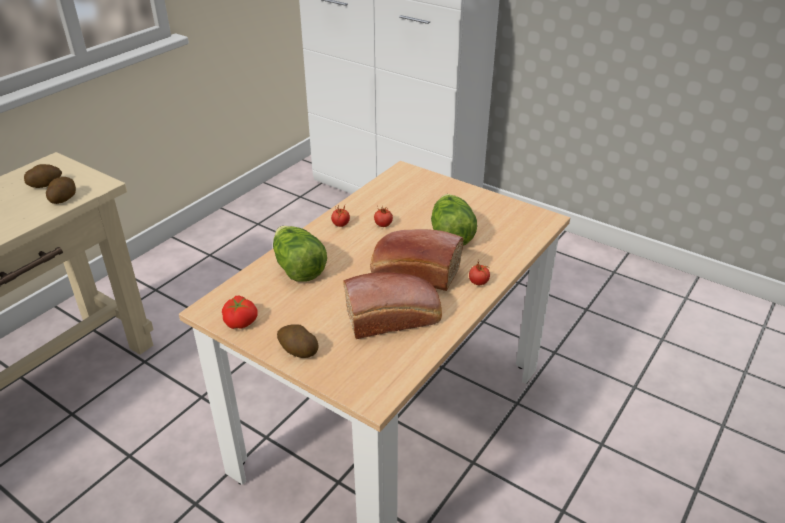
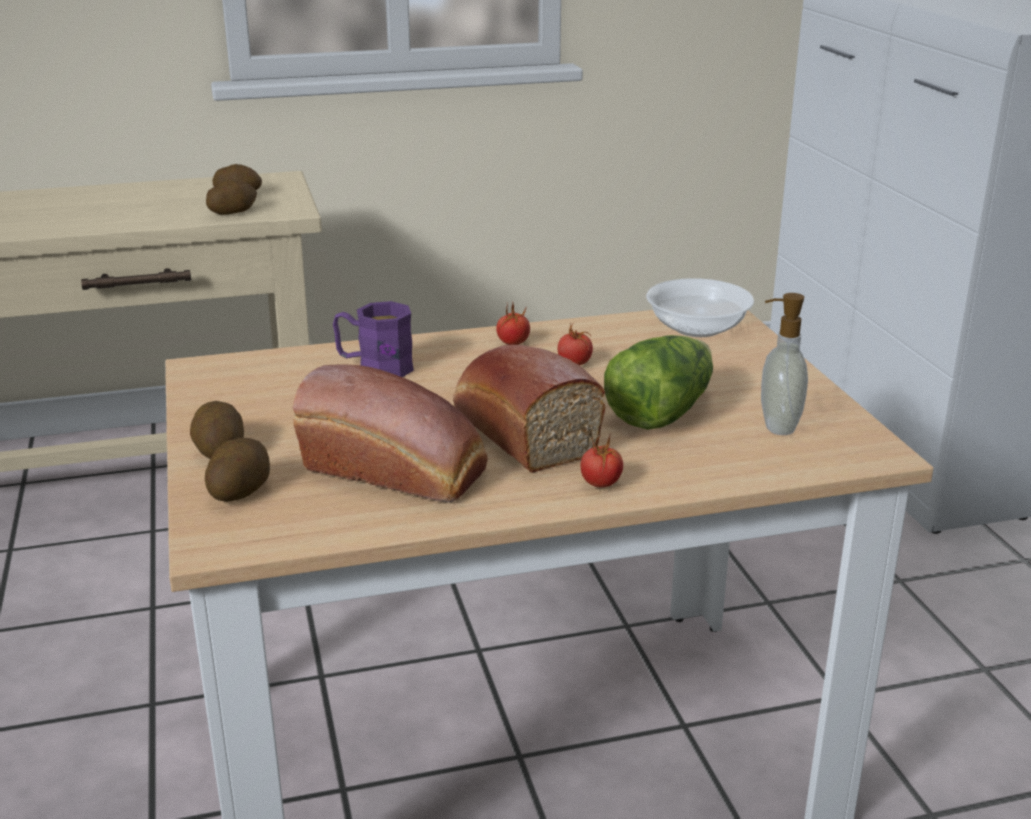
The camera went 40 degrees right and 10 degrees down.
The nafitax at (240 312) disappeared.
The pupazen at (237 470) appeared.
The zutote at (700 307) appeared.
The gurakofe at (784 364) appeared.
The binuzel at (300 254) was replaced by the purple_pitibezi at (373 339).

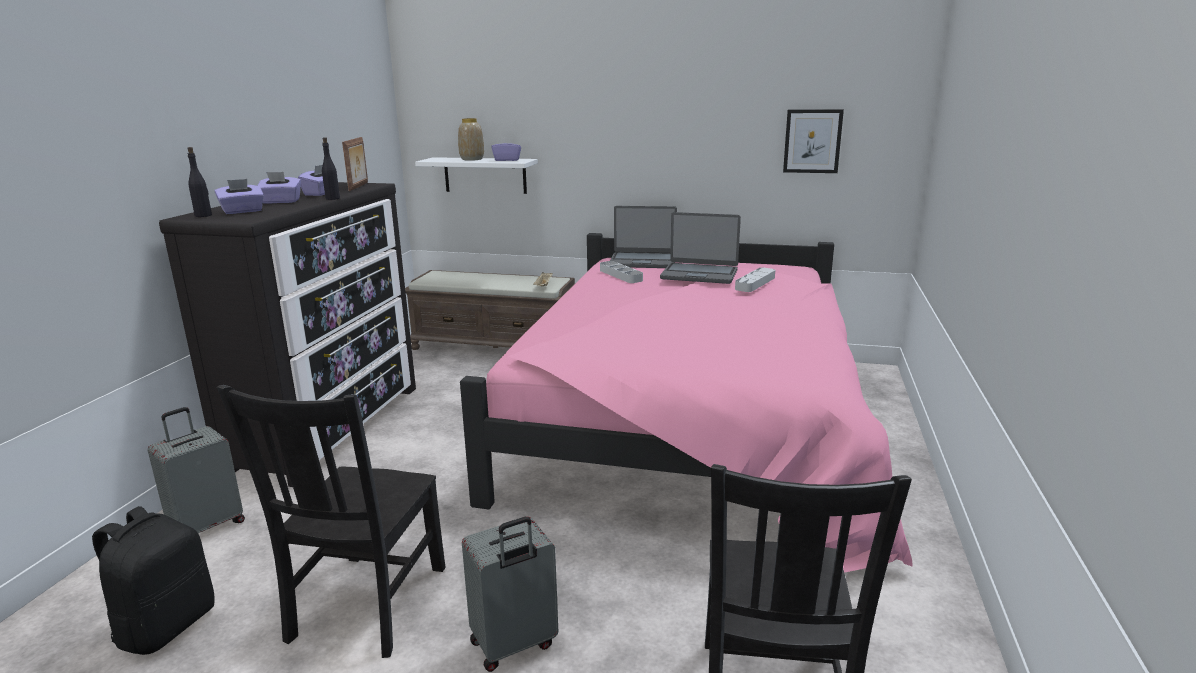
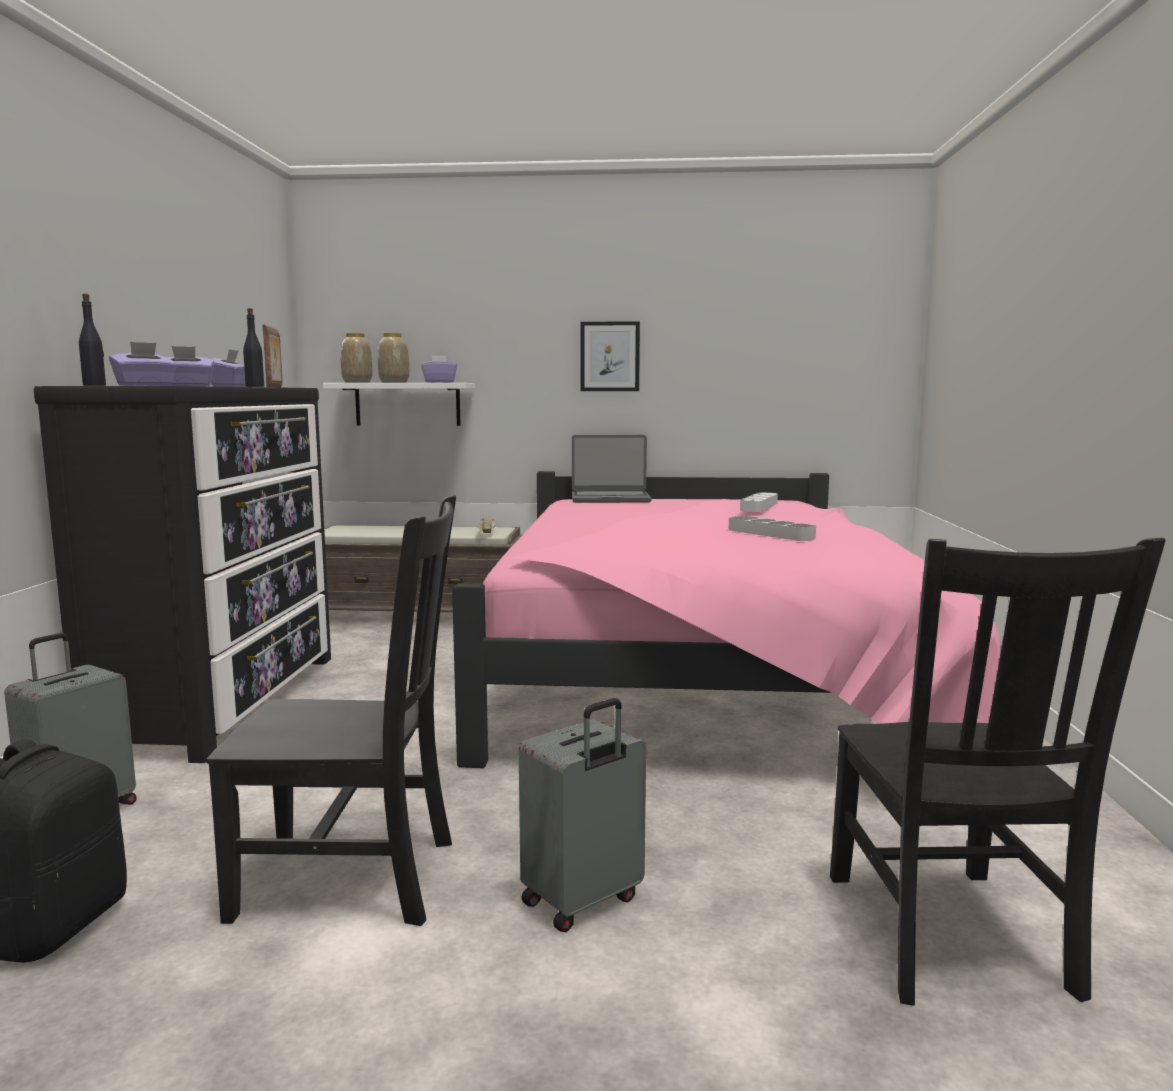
The camera went 10 degrees left and 10 degrees down.
The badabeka at (700 248) disappeared.
The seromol at (357 358) appeared.
The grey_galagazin moved from (621 272) to (772 528).
The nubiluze moved from (813 141) to (610 356).
The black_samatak at (331 521) turned 90 degrees counterclockwise.

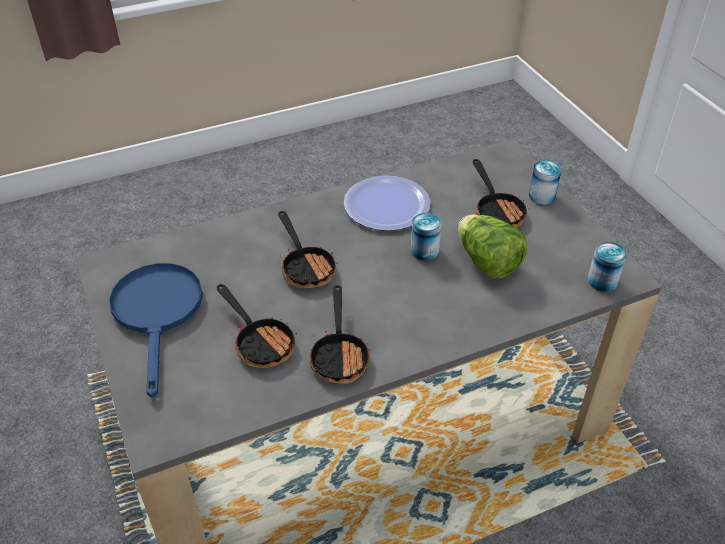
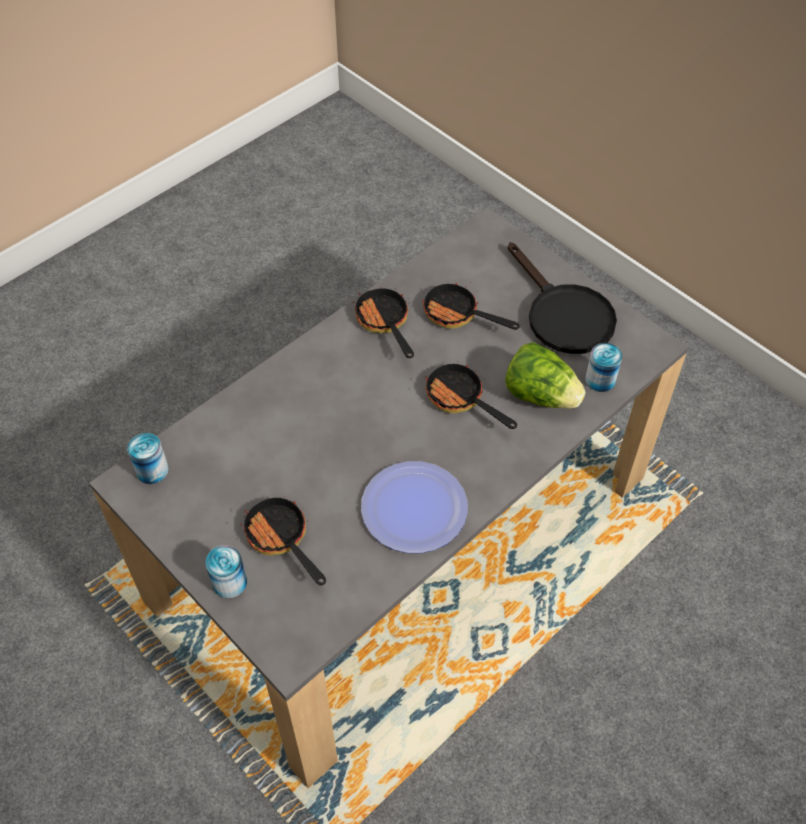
The camera went 160 degrees right and 10 degrees up.
The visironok moved from (426 237) to (603 367).
The binuzel moved from (492 246) to (545 375).
The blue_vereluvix at (156 330) became the black_vereluvix at (562 298).

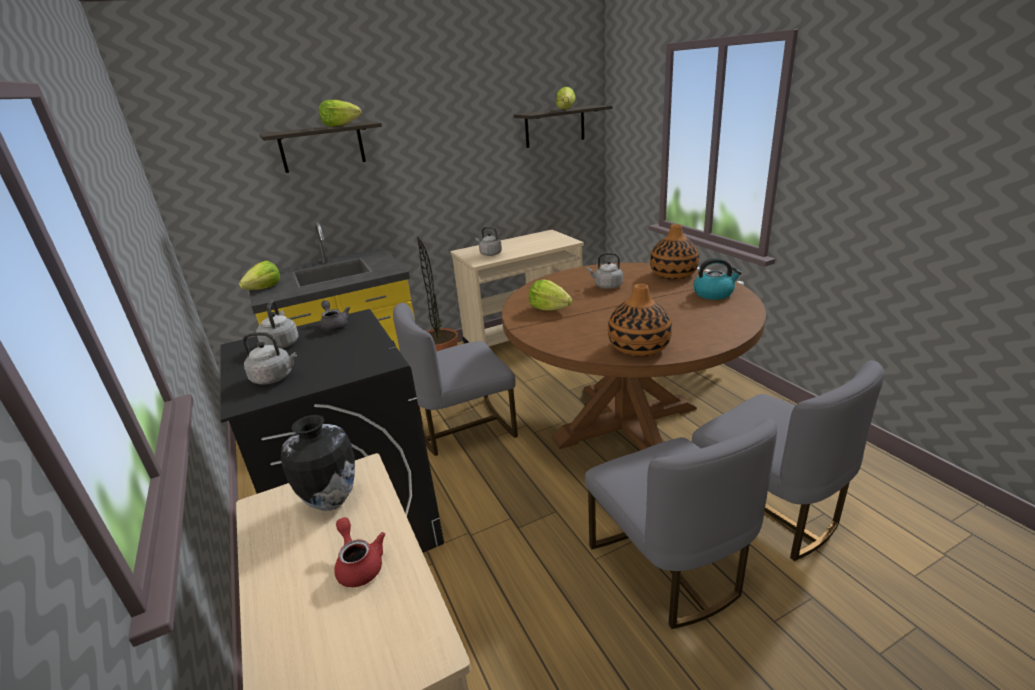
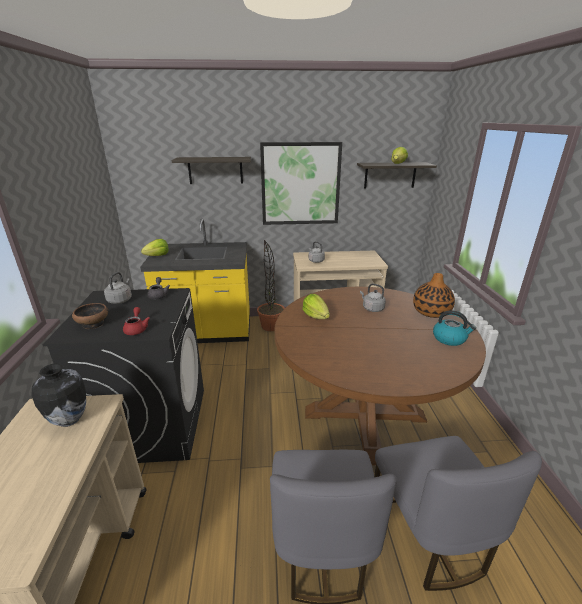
The camera went 20 degrees right and 0 degrees up.
The binuzel at (340 113) disappeared.
The grey_samatak at (455 379) disappeared.
The seromol at (640 320) disappeared.
The nubiluze at (301 183) appeared.
The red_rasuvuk moved from (359 552) to (136 321).
The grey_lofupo at (270 358) was replaced by the zutote at (90 316).

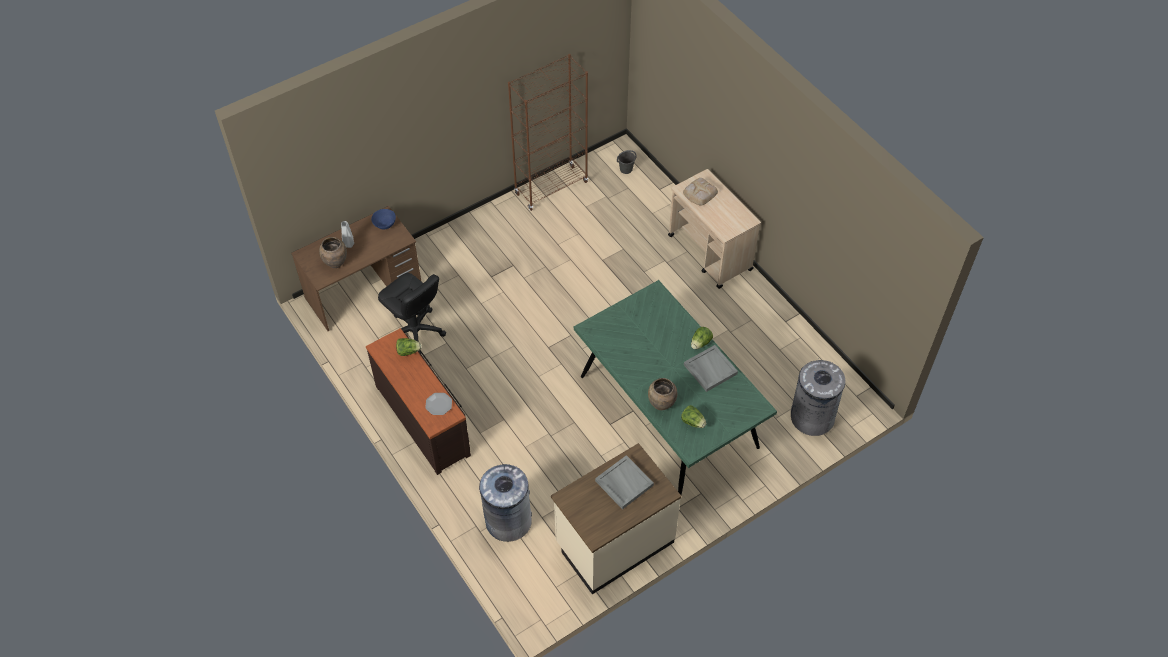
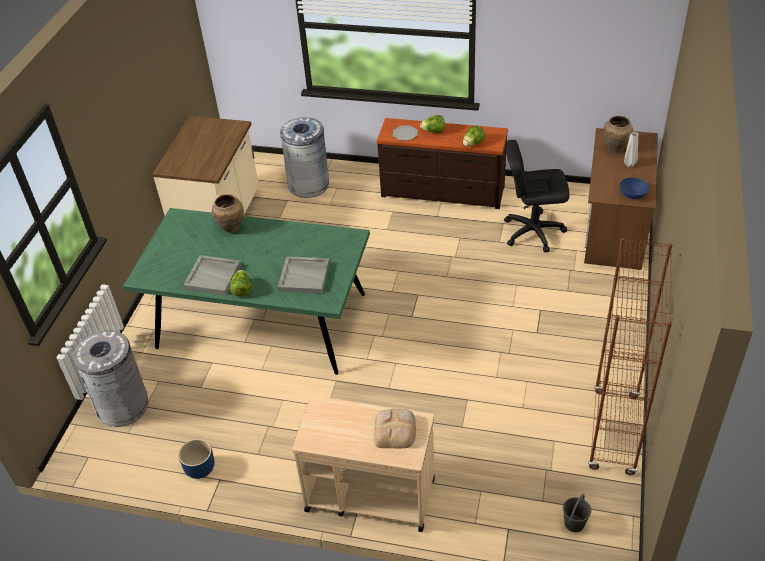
The camera went 140 degrees right and 10 degrees down.
The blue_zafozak at (196 459) appeared.
The grey_galagazin moved from (624 482) to (304 275).
The binuzel moved from (693 416) to (432 124).

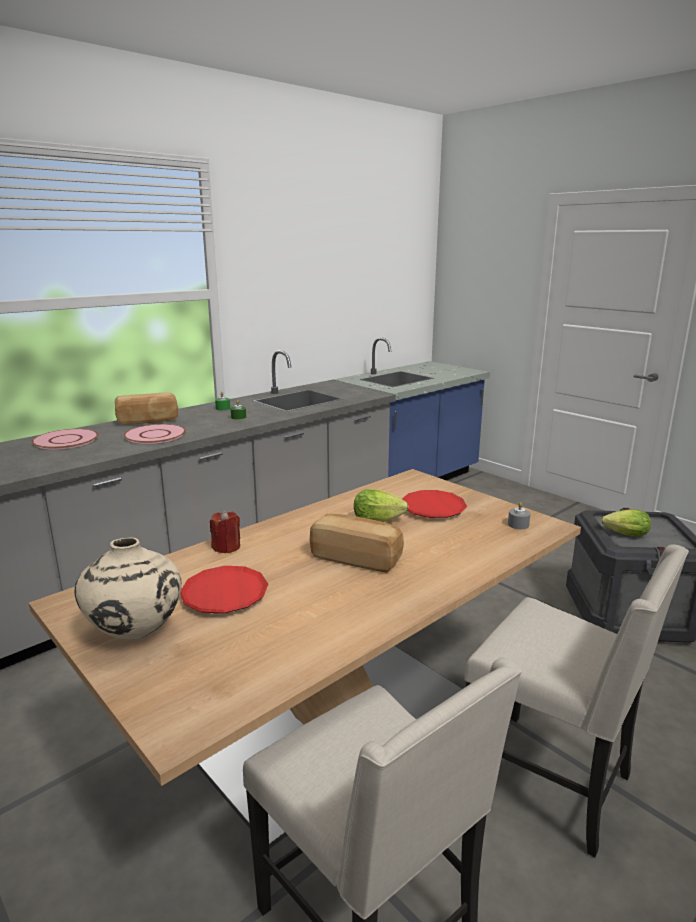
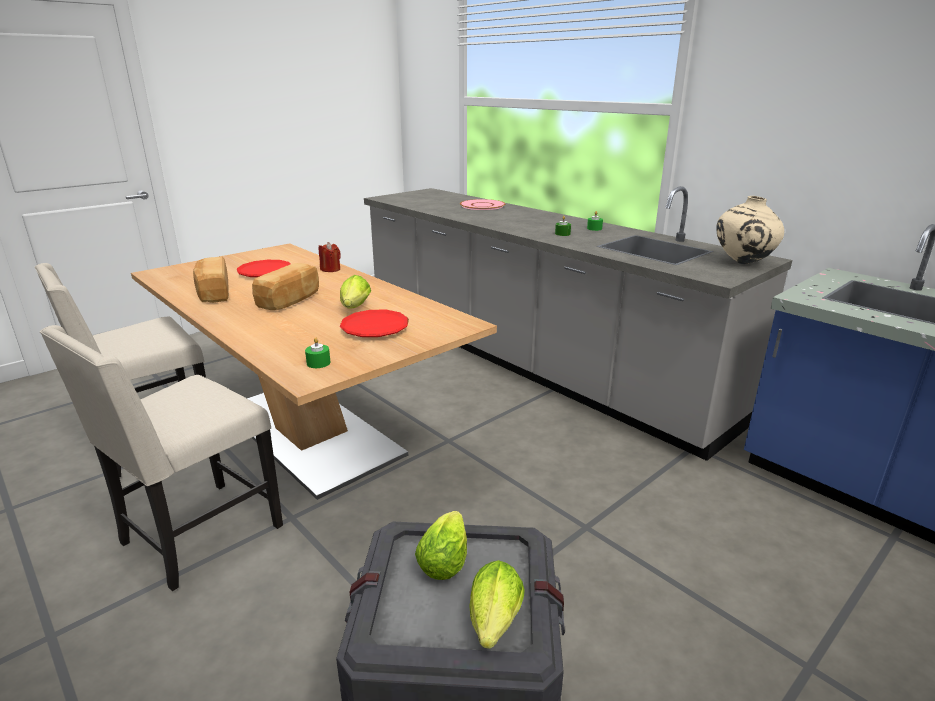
The camera went 90 degrees right and 5 degrees up.
The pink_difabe at (154 434) disappeared.
The binuzel at (497 604) appeared.
The beige_seromol moved from (127 588) to (750 230).
The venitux moved from (146 409) to (211 280).
The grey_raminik at (519 515) became the green_raminik at (318 353).

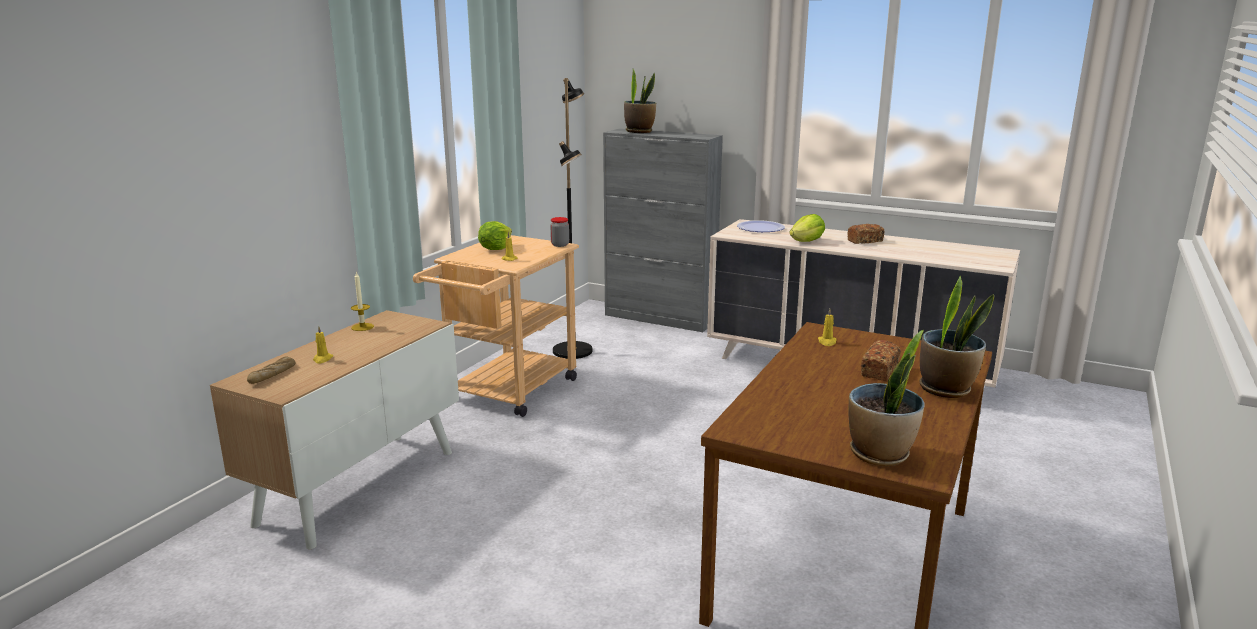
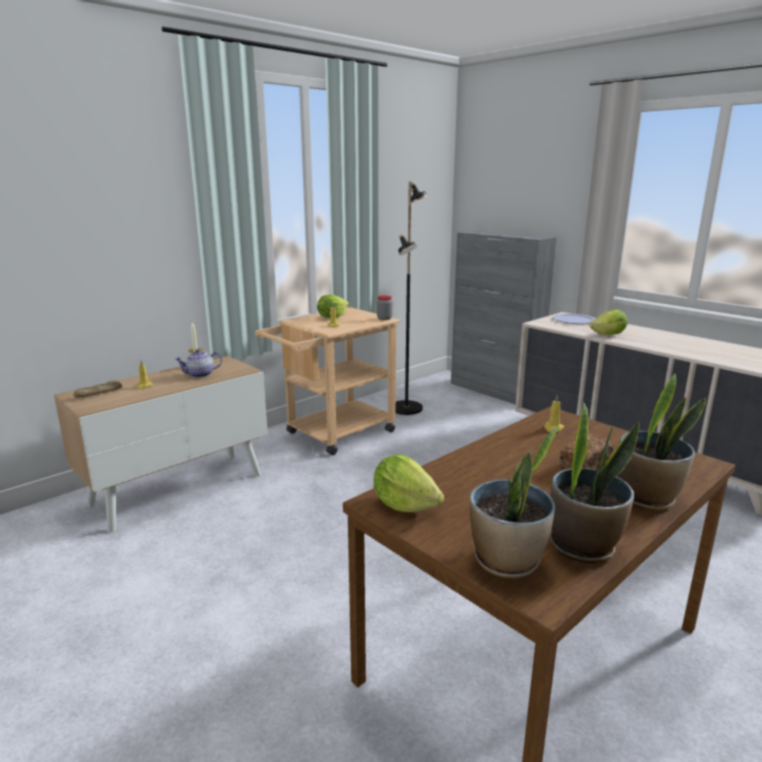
The camera went 20 degrees right and 0 degrees up.
The venitux at (865 234) disappeared.
The rasuvuk at (198 363) appeared.
The binuzel at (408 483) appeared.
The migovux moved from (640 101) to (594 482).

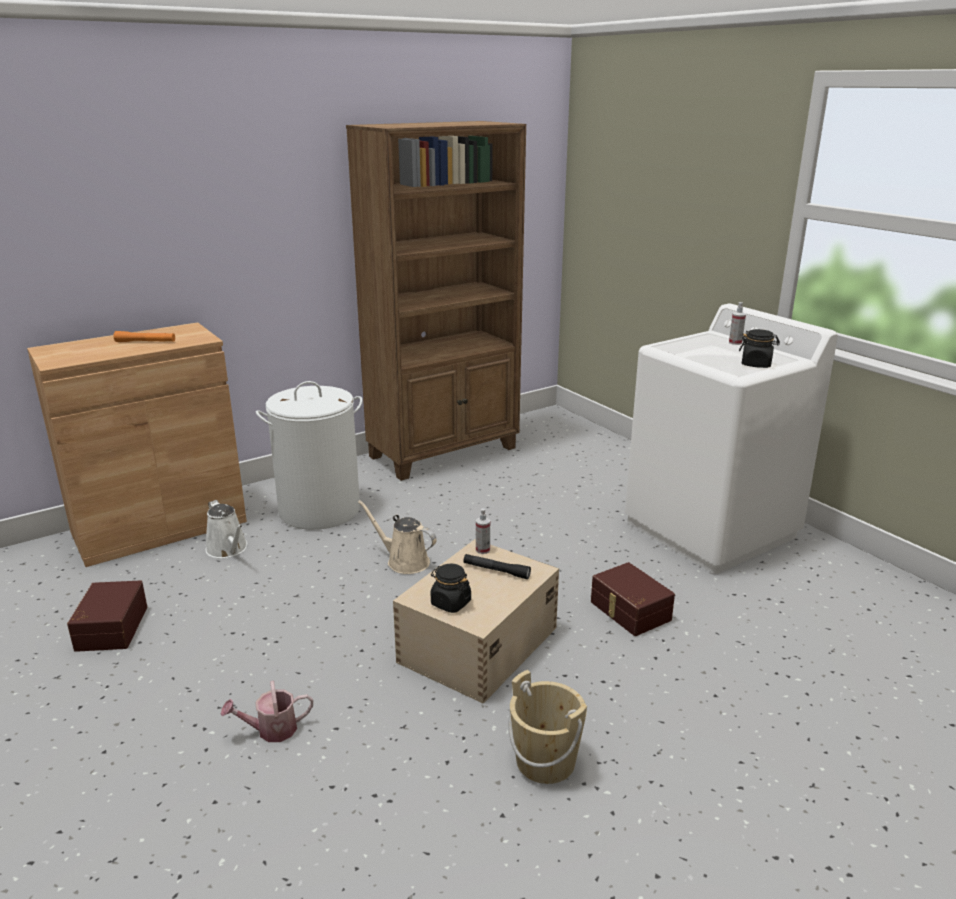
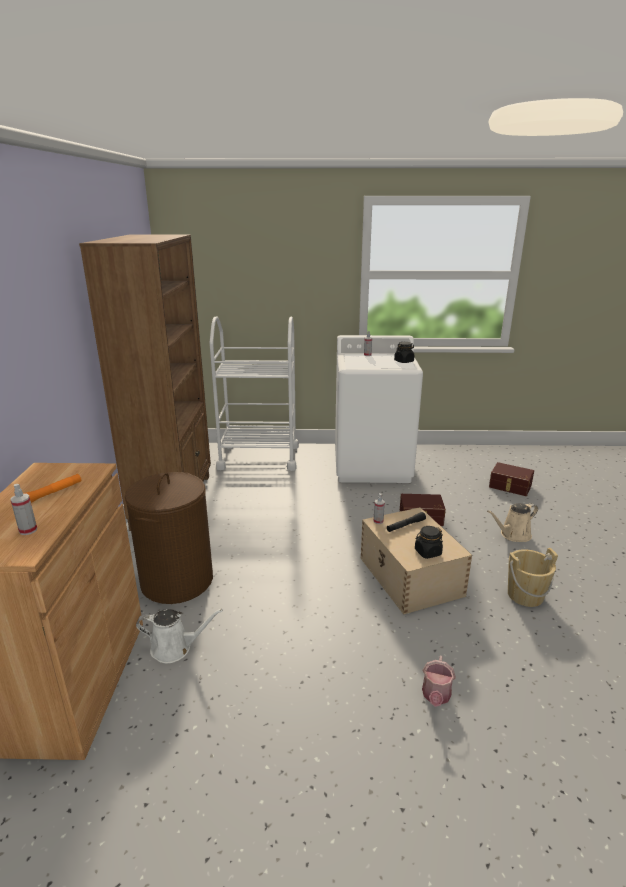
The camera went 55 degrees left and 0 degrees up.
The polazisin at (23 509) appeared.
The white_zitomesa at (254 393) appeared.
The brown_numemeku moved from (107 616) to (511 479).
The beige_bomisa moved from (397 537) to (512 522).
The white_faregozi at (309 455) became the brown_faregozi at (169 538).

